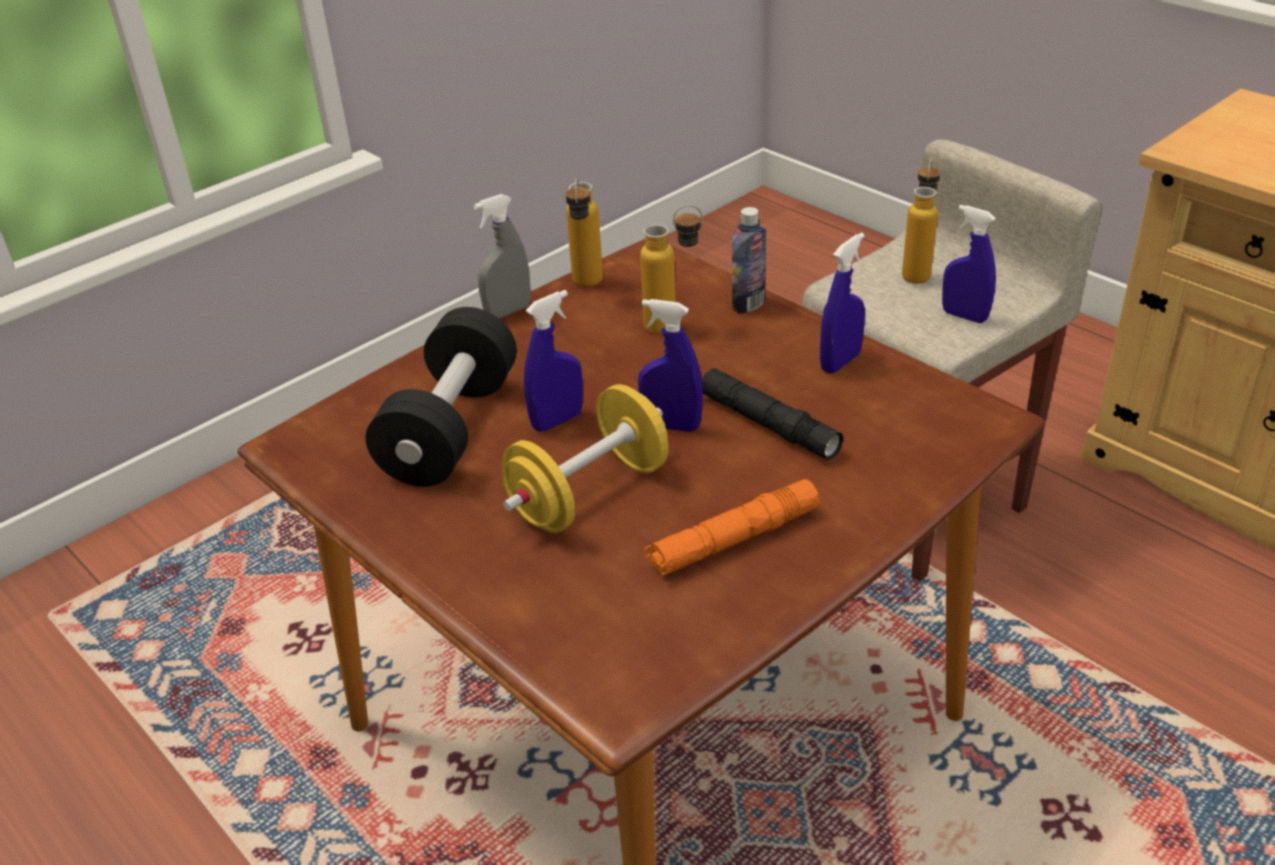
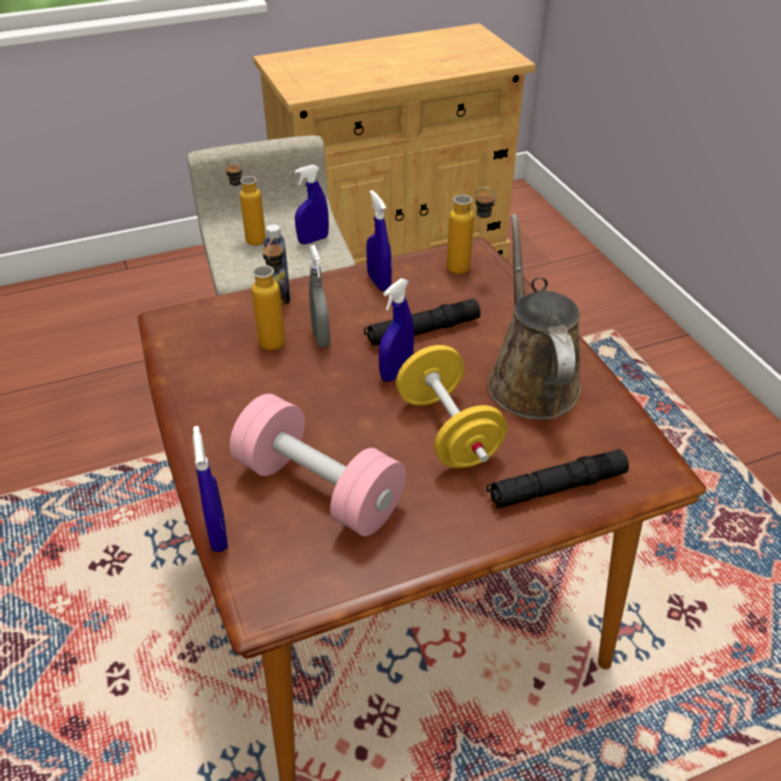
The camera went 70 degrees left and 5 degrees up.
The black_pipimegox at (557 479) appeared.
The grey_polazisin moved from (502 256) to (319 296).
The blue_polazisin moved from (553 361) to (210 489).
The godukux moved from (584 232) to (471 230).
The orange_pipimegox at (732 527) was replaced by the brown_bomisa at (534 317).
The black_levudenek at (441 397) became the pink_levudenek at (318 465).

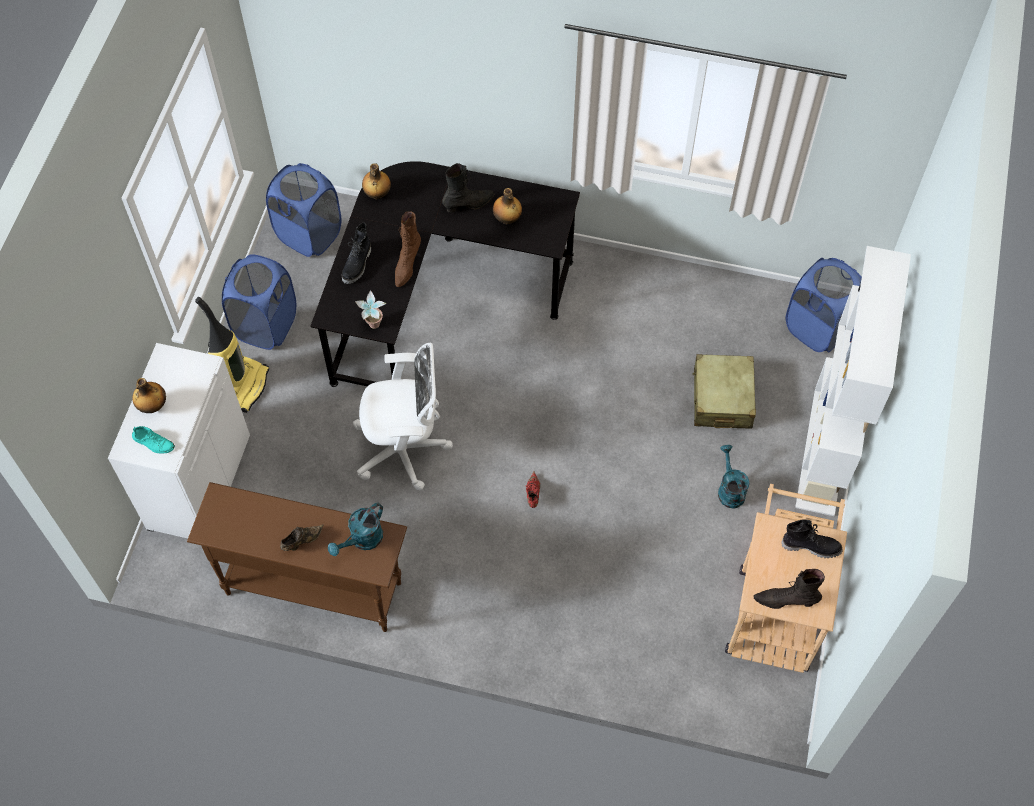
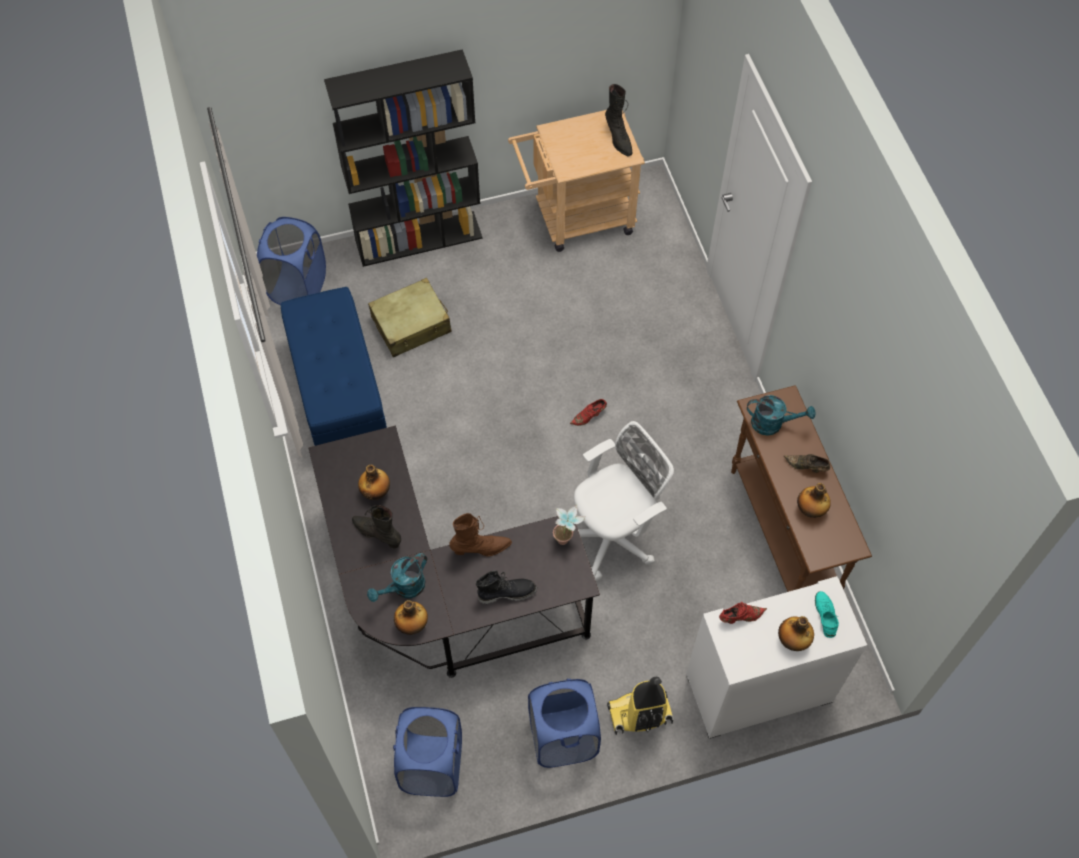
The camera went 120 degrees left and 0 degrees up.
The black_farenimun at (811 538) disappeared.
The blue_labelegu at (334 366) appeared.
The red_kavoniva at (743 613) appeared.
The godukux at (814 500) appeared.
The turquoise_bomisa moved from (733 477) to (397 577).
The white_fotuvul at (853 381) became the black_fotuvul at (403 158).
The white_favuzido at (403 416) turned 90 degrees clockwise.

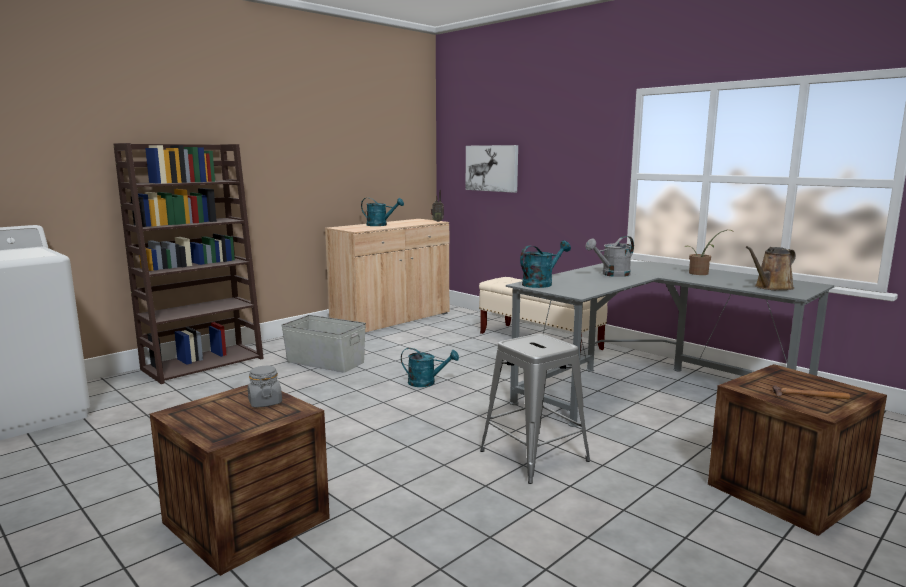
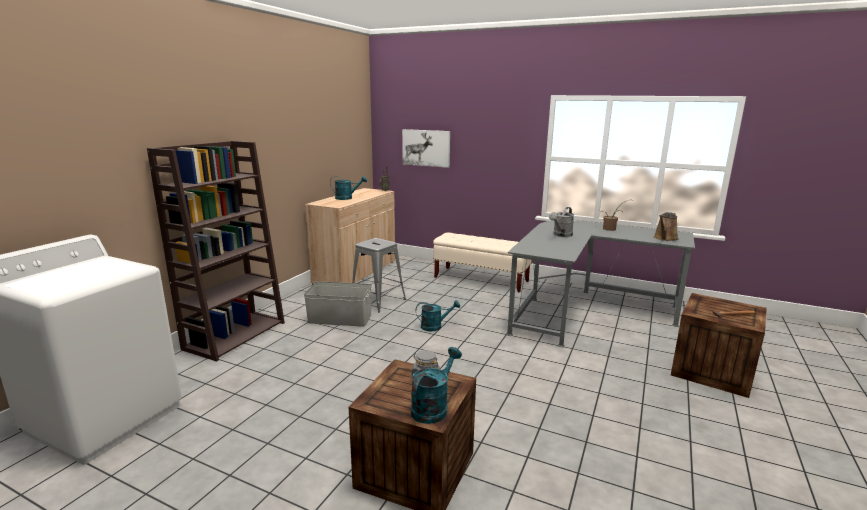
The camera went 20 degrees left and 5 degrees up.
The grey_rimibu moved from (535 409) to (379 275).
The turquoise_bomisa moved from (545 264) to (436 385).

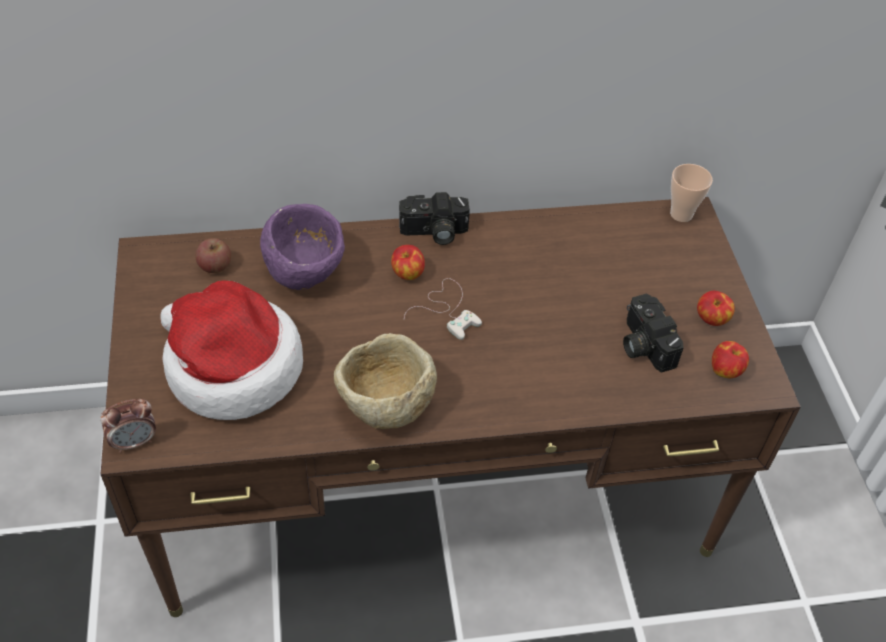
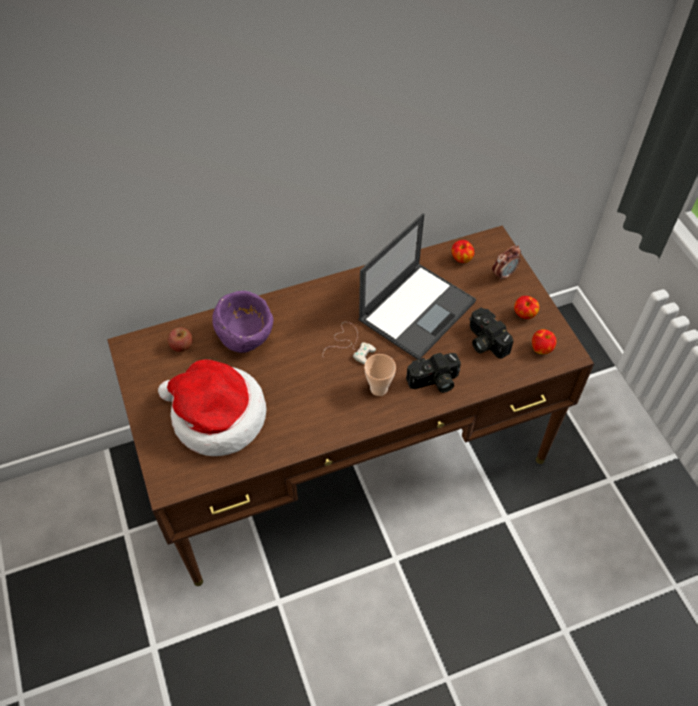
The camera went 10 degrees left and 5 degrees up.
The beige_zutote at (385 381) disappeared.
The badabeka at (417 286) appeared.
The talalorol moved from (128 426) to (506 263).
The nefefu moved from (408 262) to (463 251).
The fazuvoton moved from (434 218) to (433 373).
The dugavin moved from (691 193) to (380 375).

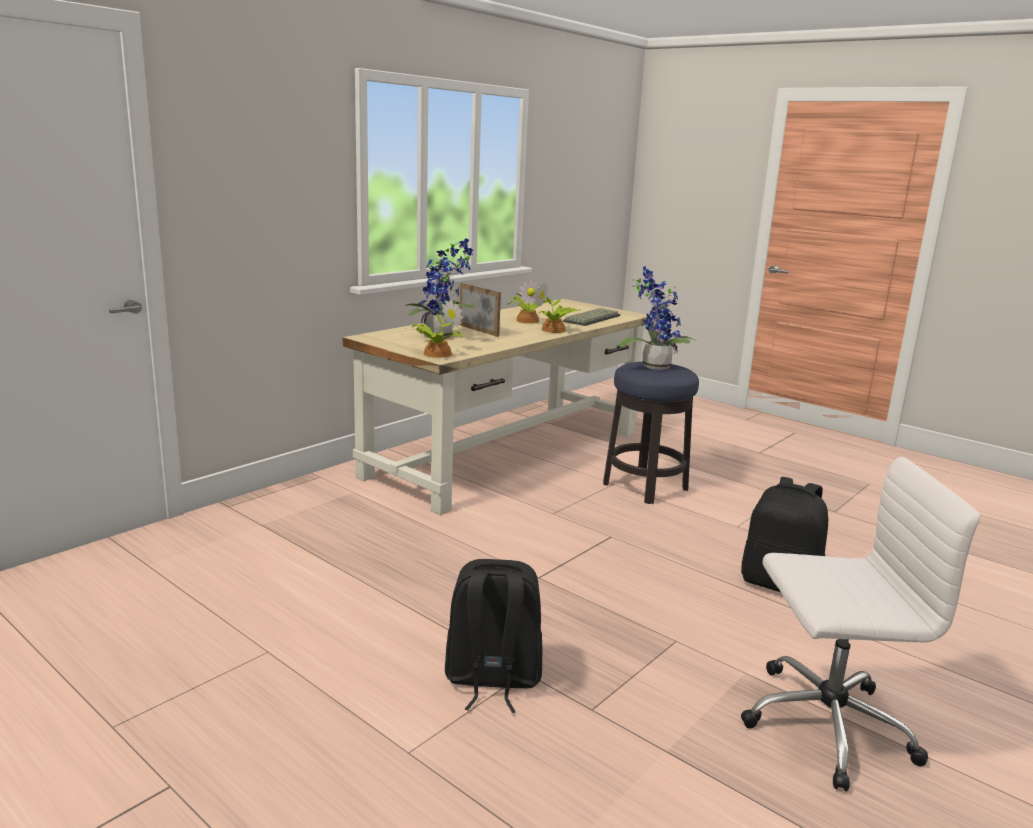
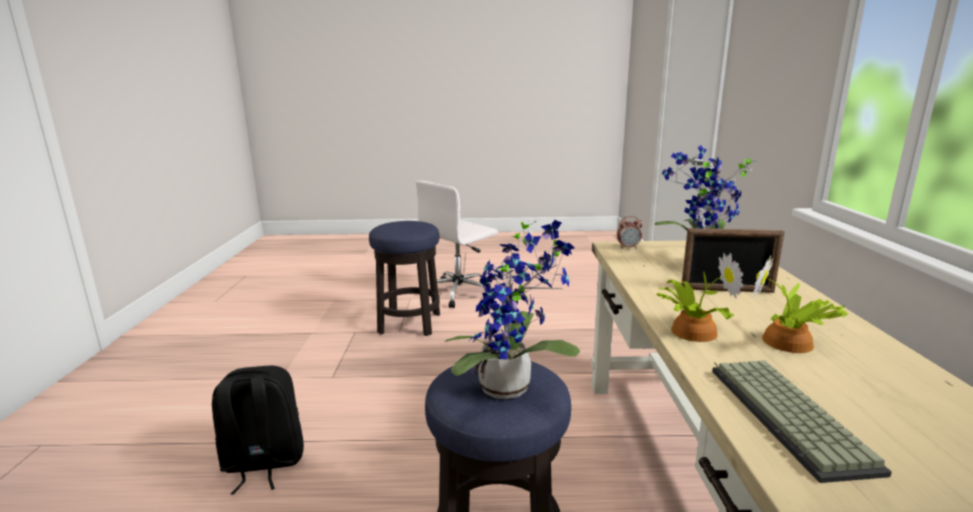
The camera went 140 degrees right and 0 degrees up.
The white_favuzido moved from (860 624) to (457 244).
The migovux at (437 328) was replaced by the talalorol at (629 232).
The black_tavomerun at (493 636) was replaced by the rimibu at (404 278).

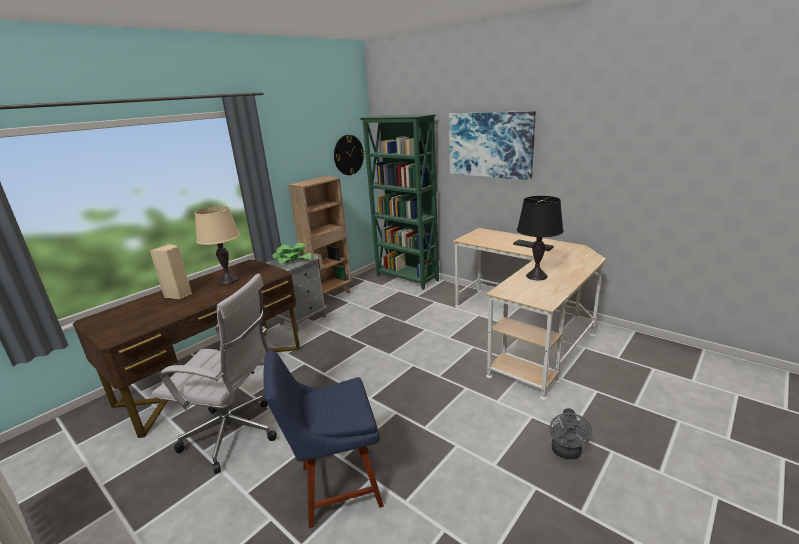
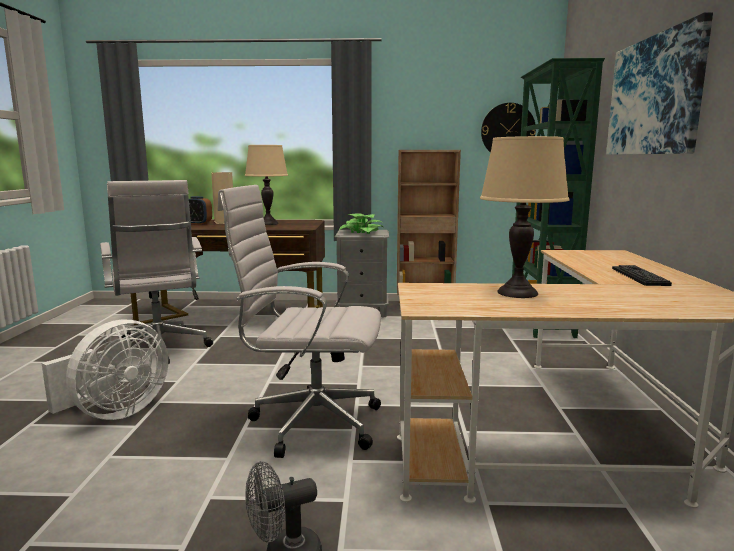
The camera went 50 degrees right and 10 degrees down.
The talalorol at (200 210) appeared.
The white_favuzido at (299 321) appeared.
The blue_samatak at (323 439) was replaced by the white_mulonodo at (105 370).
The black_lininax at (540 238) became the beige_lininax at (524 217).

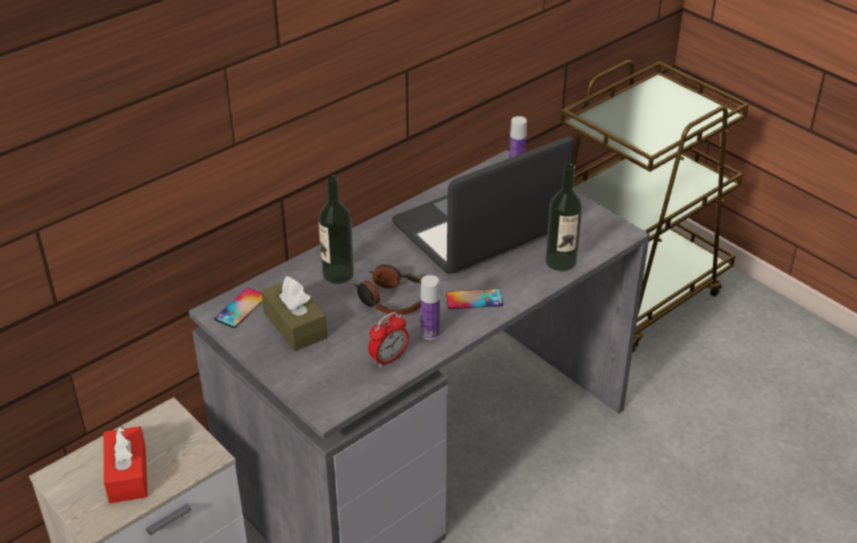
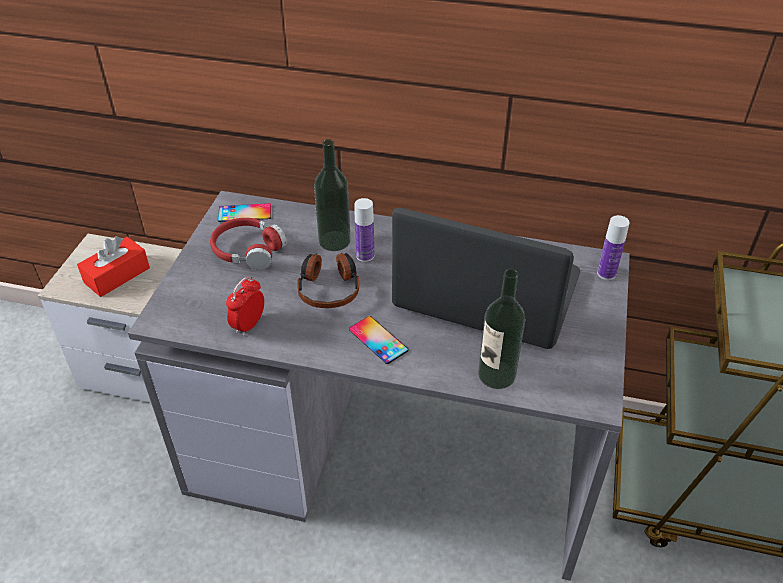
The camera went 55 degrees right and 5 degrees up.
The godukux moved from (430 307) to (364 230).
The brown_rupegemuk at (294 313) was replaced by the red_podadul at (248 244).
The talalorol at (388 340) turned 105 degrees clockwise.

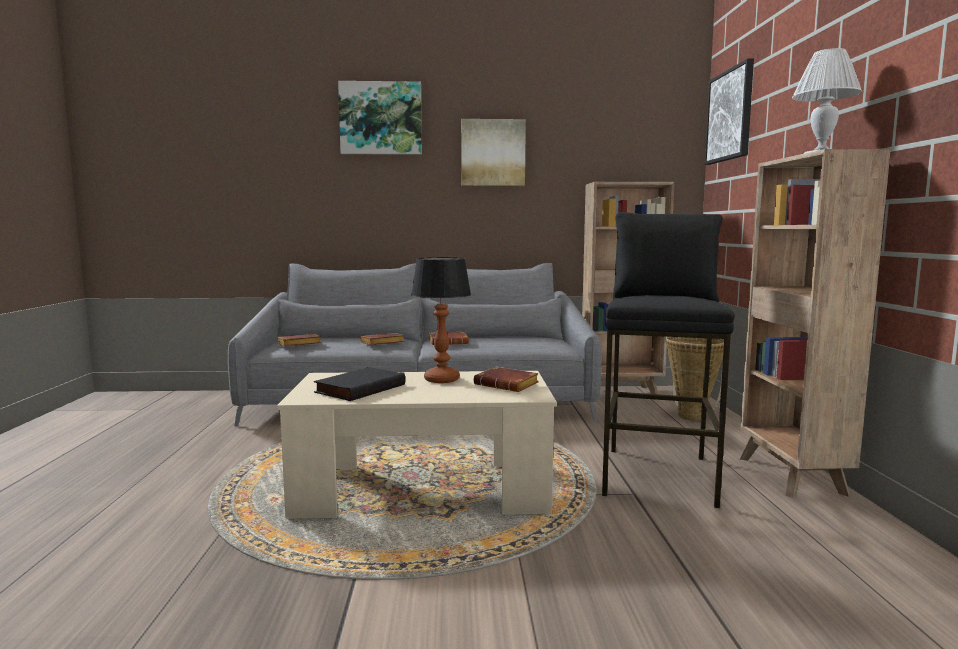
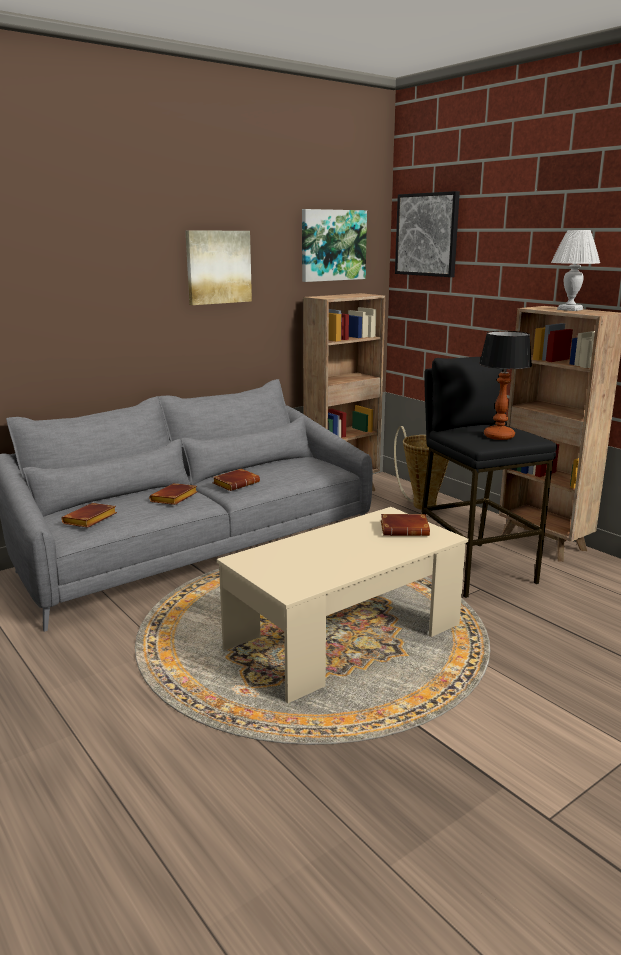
The camera went 35 degrees left and 10 degrees up.
The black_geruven at (359 384) disappeared.
The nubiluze moved from (380 118) to (334 245).
The lininax moved from (441 320) to (505 385).

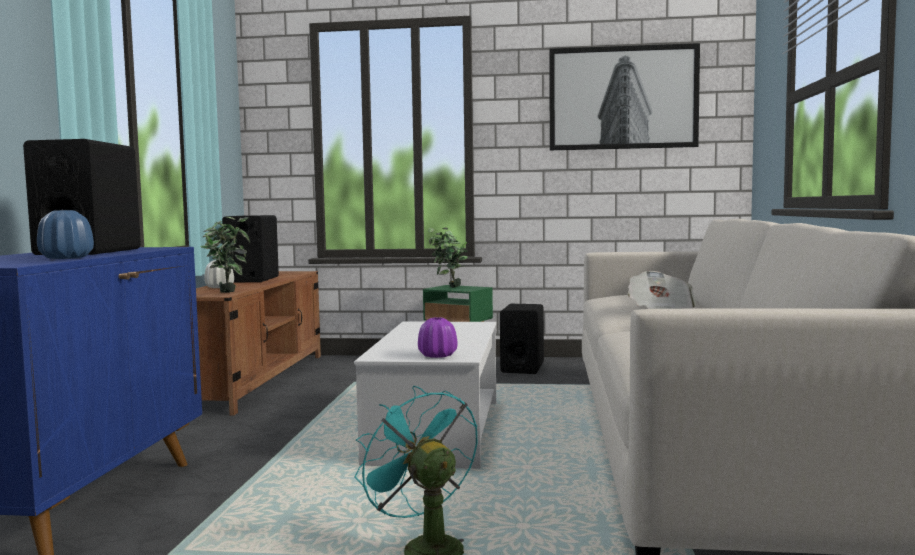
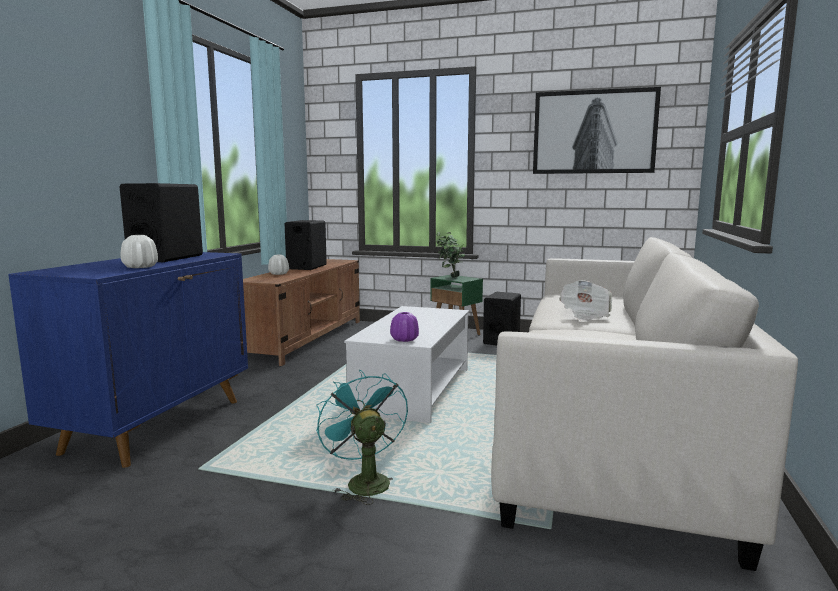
The camera went 10 degrees right and 5 degrees up.
The migovux at (225 255) disappeared.
The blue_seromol at (65 234) became the white_seromol at (139 251).

